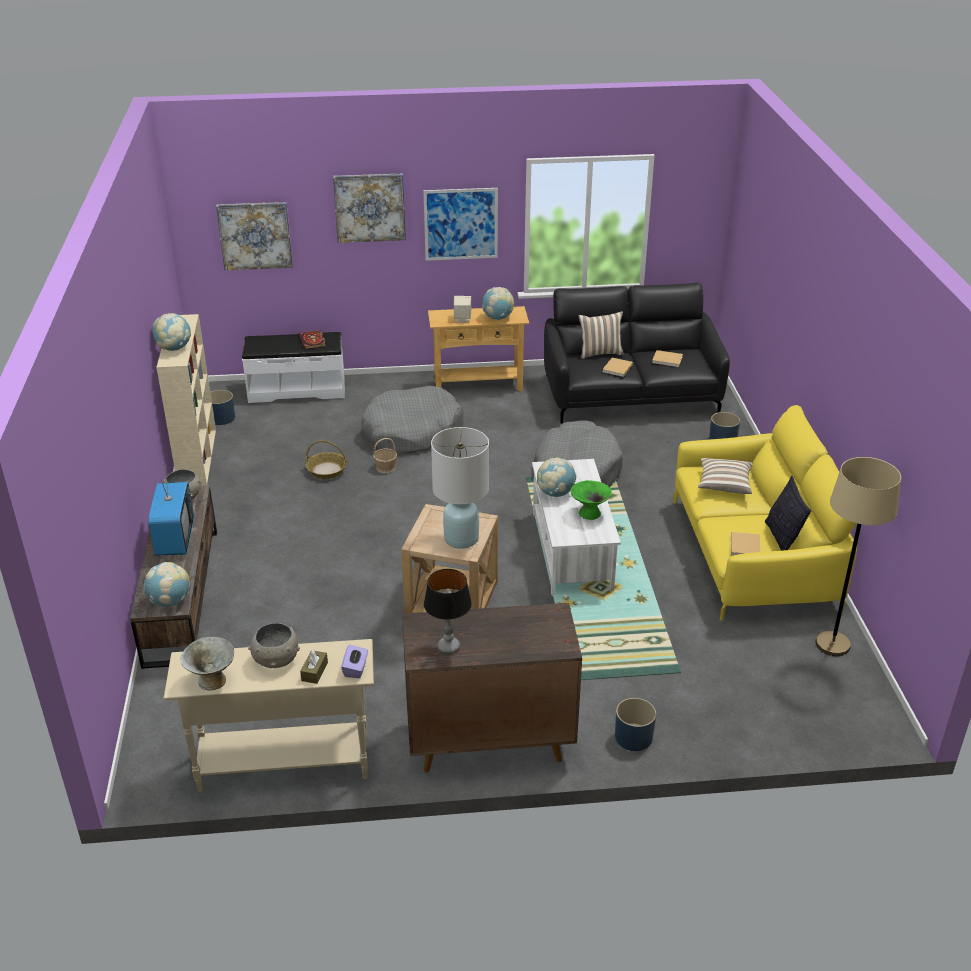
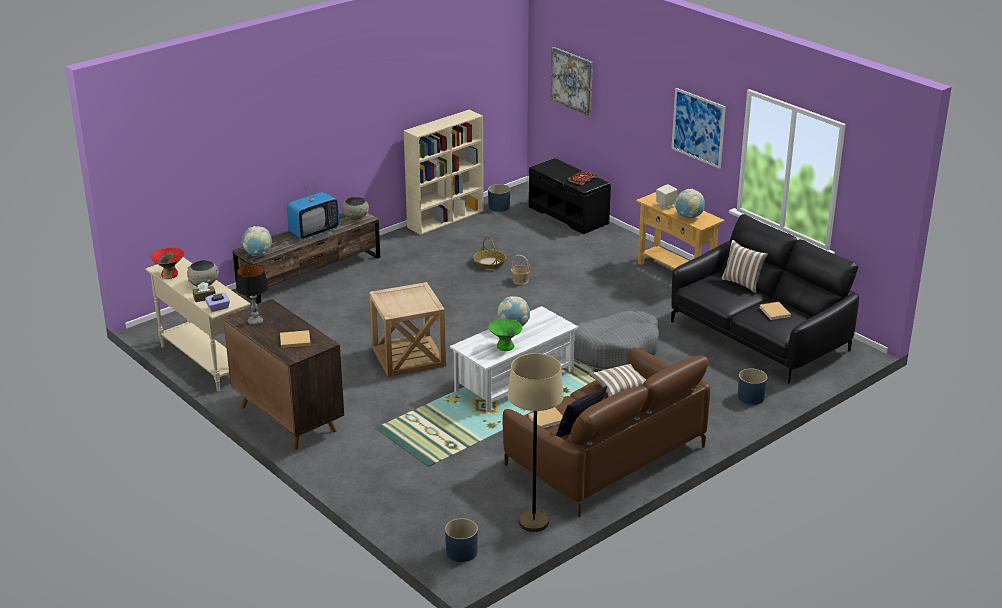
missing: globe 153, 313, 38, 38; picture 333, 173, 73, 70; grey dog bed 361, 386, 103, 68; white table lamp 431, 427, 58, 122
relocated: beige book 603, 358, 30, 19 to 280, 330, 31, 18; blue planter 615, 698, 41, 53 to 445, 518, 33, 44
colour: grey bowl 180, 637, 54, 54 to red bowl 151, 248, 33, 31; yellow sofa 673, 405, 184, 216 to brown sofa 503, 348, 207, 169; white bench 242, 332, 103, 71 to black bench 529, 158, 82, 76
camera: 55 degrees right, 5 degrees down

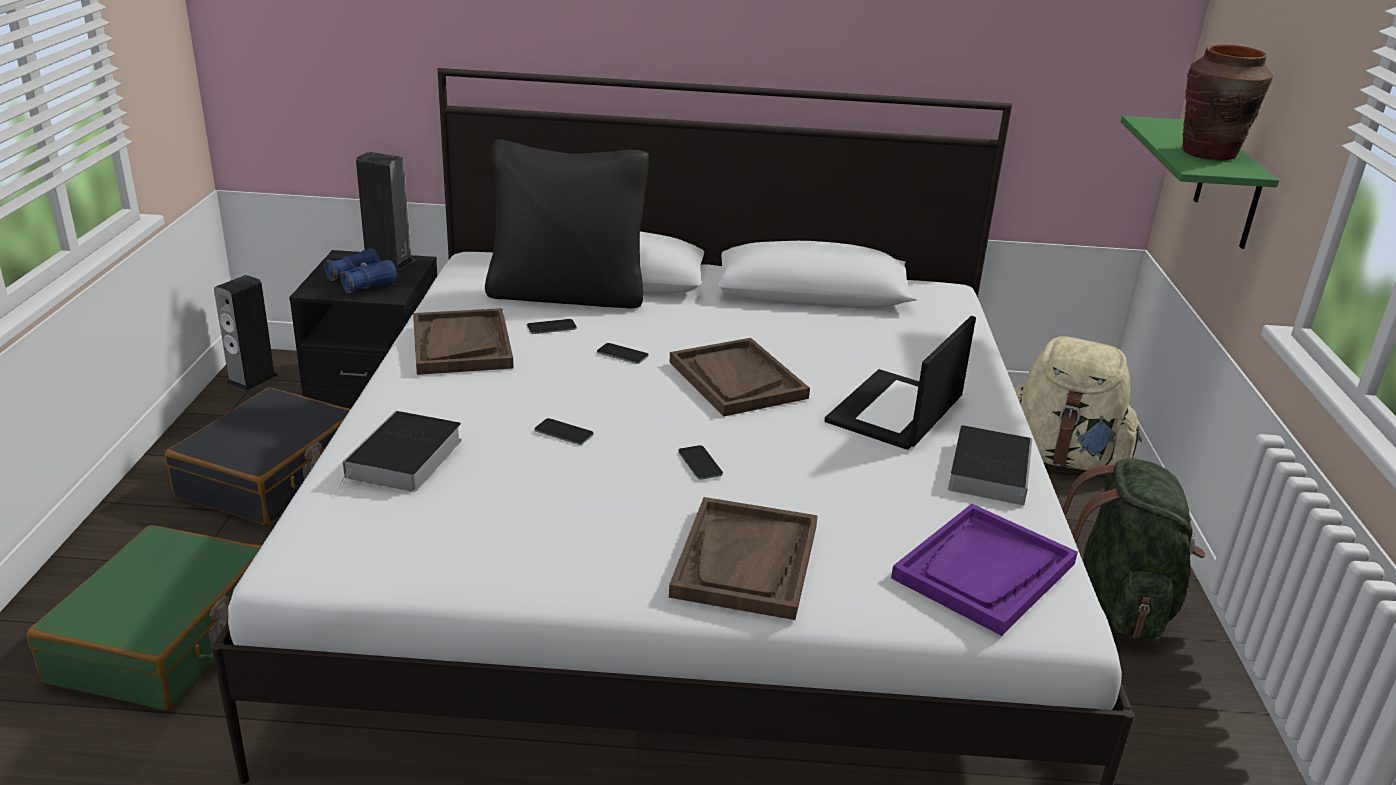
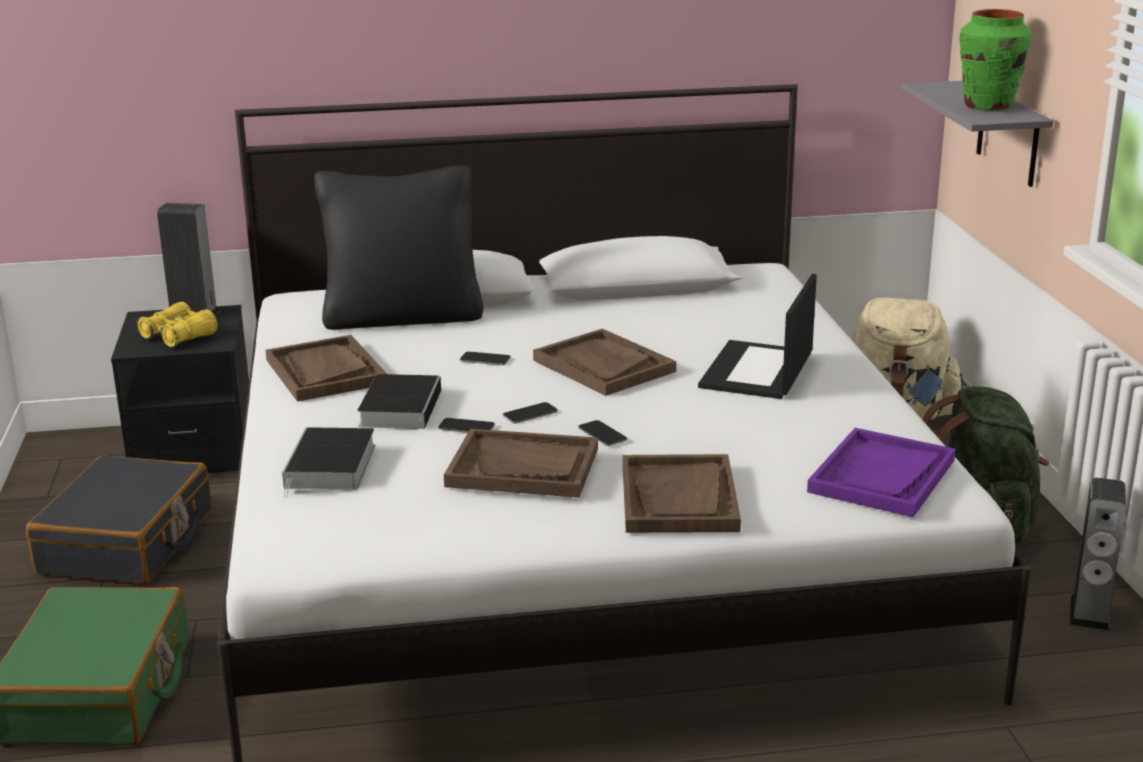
appeared: brown tray 444, 429, 154, 69
relocated: book 948, 425, 85, 80 to 357, 374, 84, 55; phone 527, 319, 50, 15 to 503, 402, 55, 21; speaker 214, 275, 64, 116 to 1070, 478, 56, 153
colour: blue binoculars 324, 249, 73, 44 to yellow binoculars 137, 302, 81, 45; green shelf 1121, 116, 158, 133 to grey shelf 901, 81, 152, 106; brown vase 1182, 45, 91, 116 to green vase 959, 9, 73, 102
camera: 10 degrees left, 5 degrees down

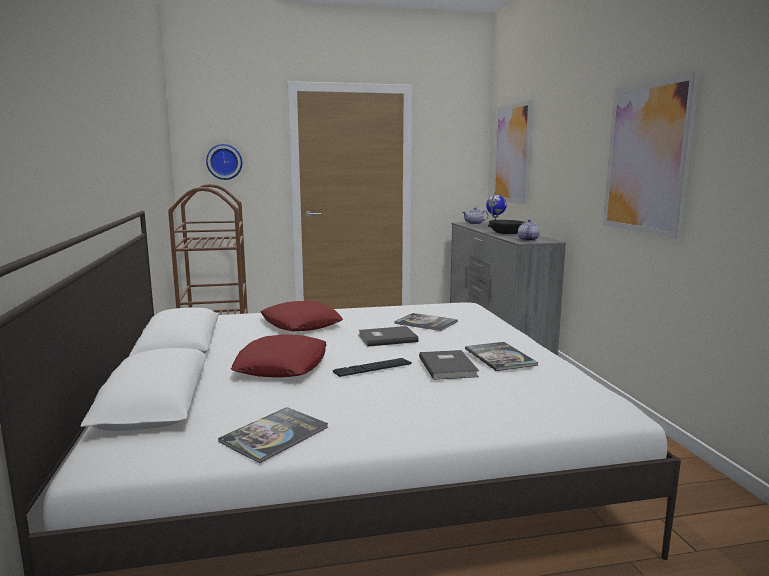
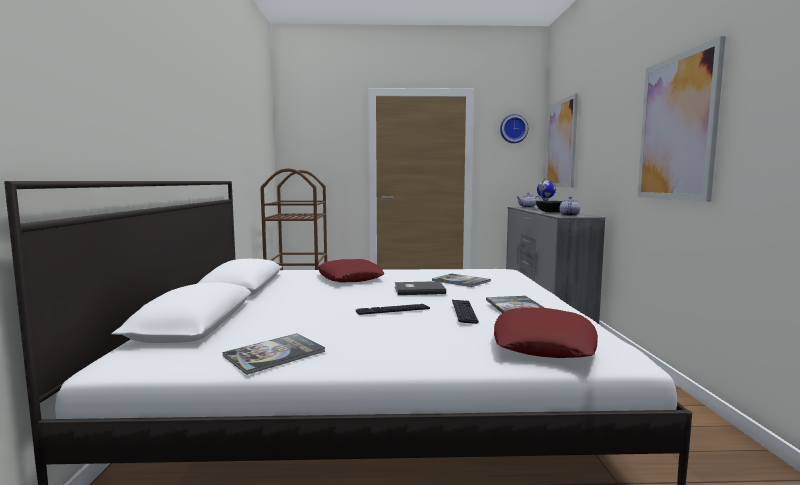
relocated: red pillow 231, 334, 95, 44 to 494, 308, 104, 50; wall clock 206, 144, 36, 36 to 500, 114, 28, 29
exchanged: grey book 419, 350, 60, 30 to keyboard 452, 300, 27, 24
camera: 10 degrees right, 5 degrees down

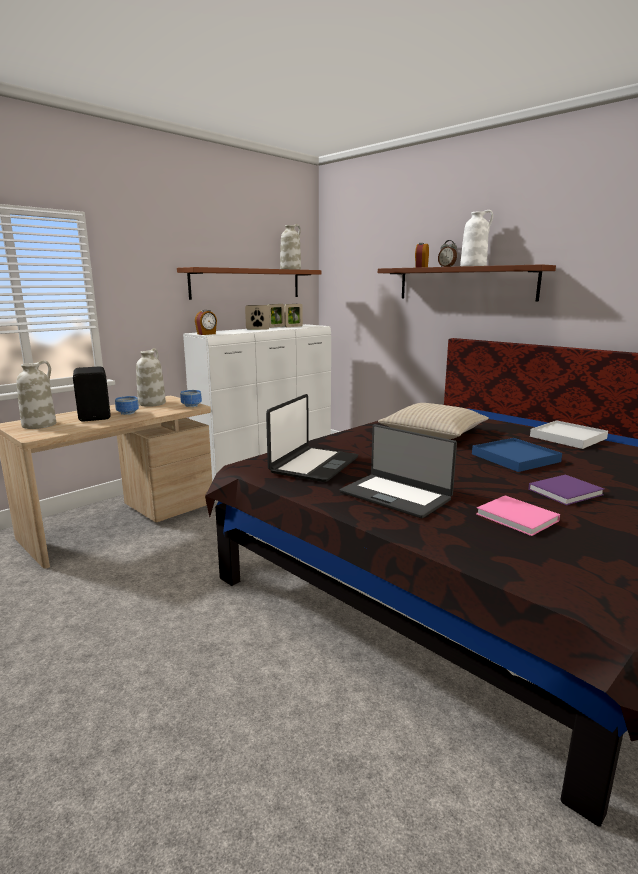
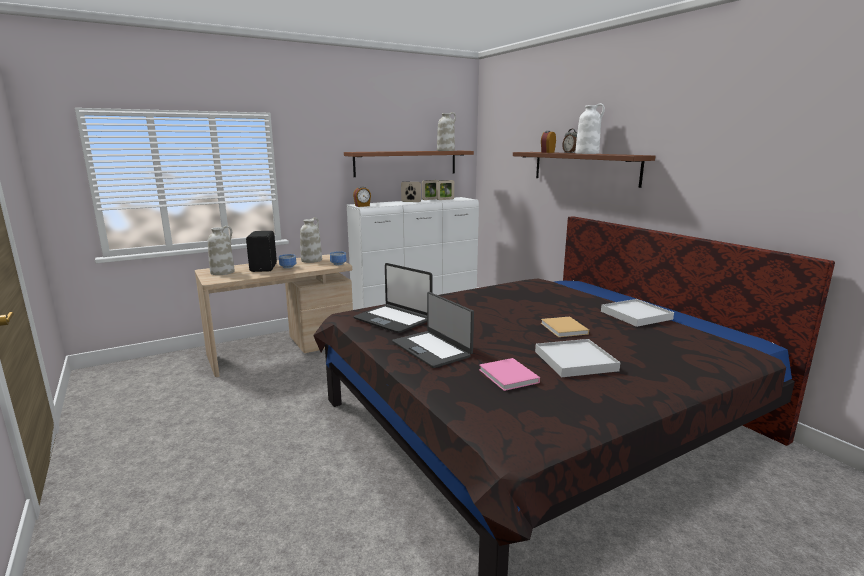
missing: beige pillow 378, 403, 111, 36
exchanged: purple book 528, 474, 76, 31 to white tray 535, 339, 85, 38; blue tray 472, 438, 90, 34 to beige book 541, 317, 48, 20
spun: laptop 266, 394, 92, 88 = 353, 263, 79, 70 90 degrees clockwise
camera: 15 degrees right, 0 degrees up

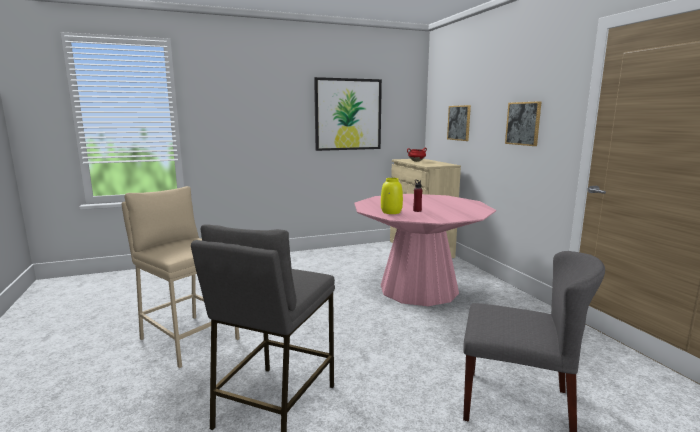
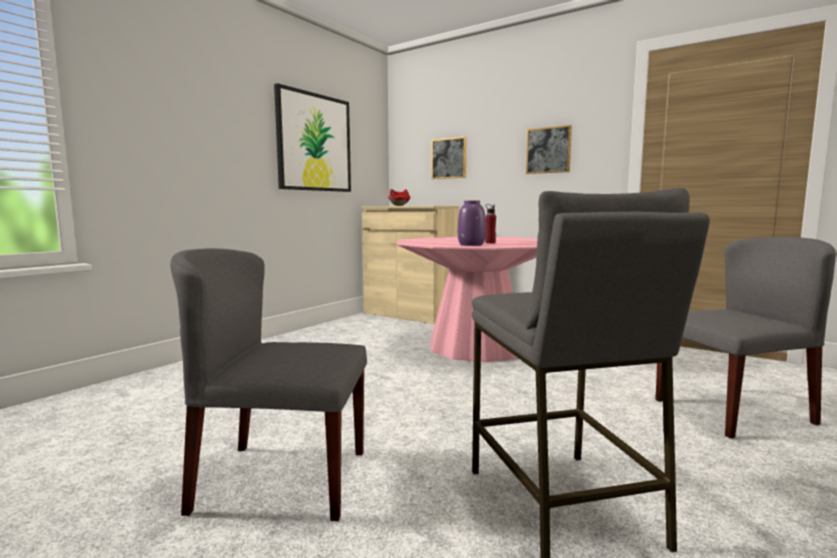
exchanged: beige stool 122, 186, 117, 182 to grey chair 170, 248, 197, 273
colour: yellow vase 381, 178, 22, 36 to purple vase 458, 201, 28, 45
camera: 35 degrees left, 5 degrees down

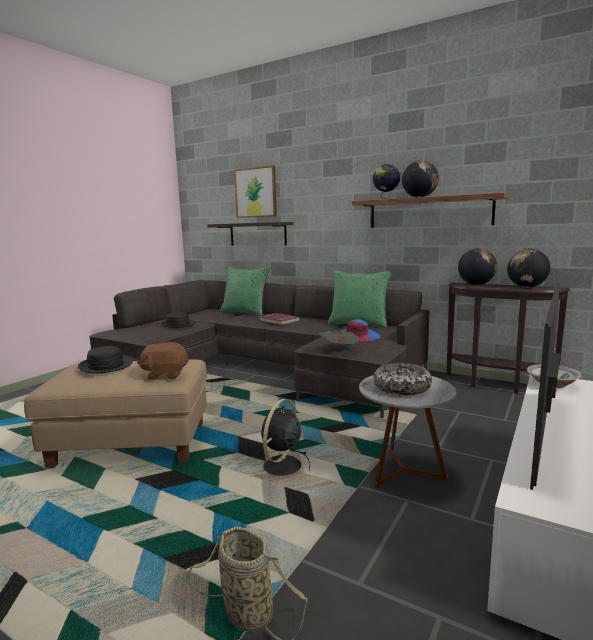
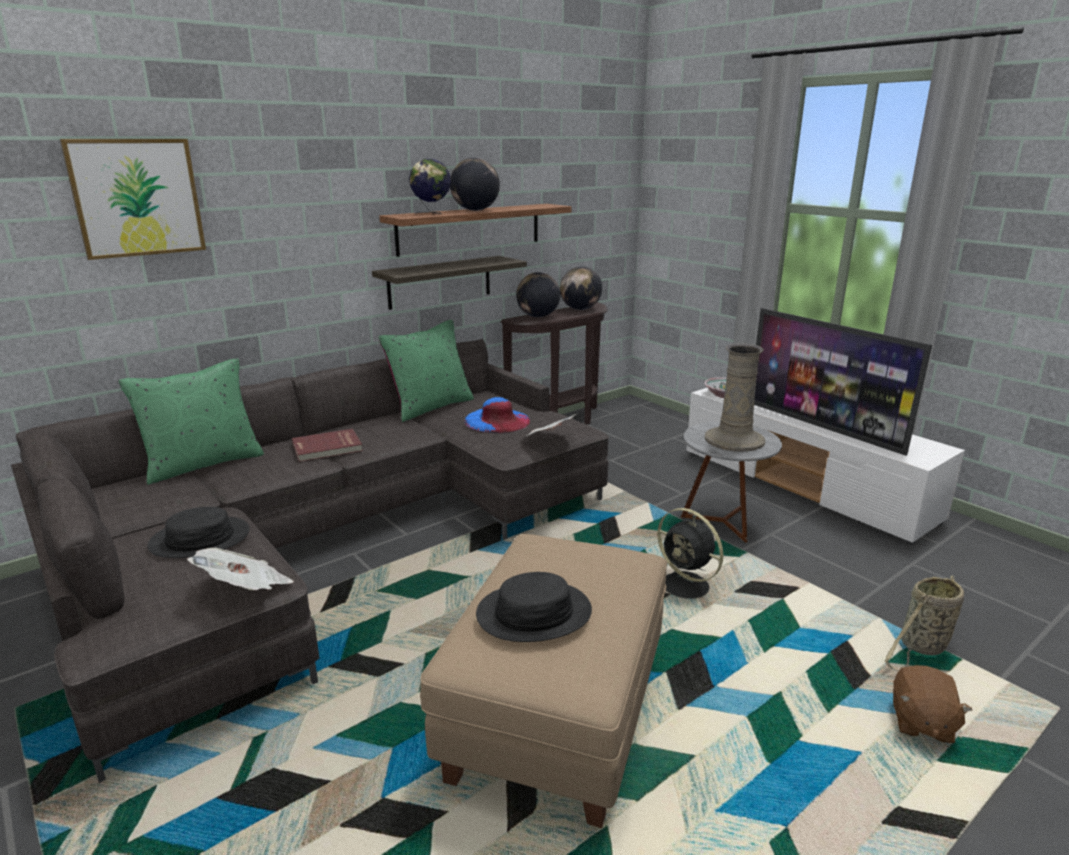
appeared: newspaper 187, 548, 107, 43
relocated: shelf 207, 222, 86, 23 to 372, 256, 155, 54; brown plush toy 137, 342, 52, 38 to 893, 665, 79, 78
exchanged: bowl 373, 363, 59, 32 to beige vase 705, 343, 61, 109
camera: 70 degrees left, 10 degrees up

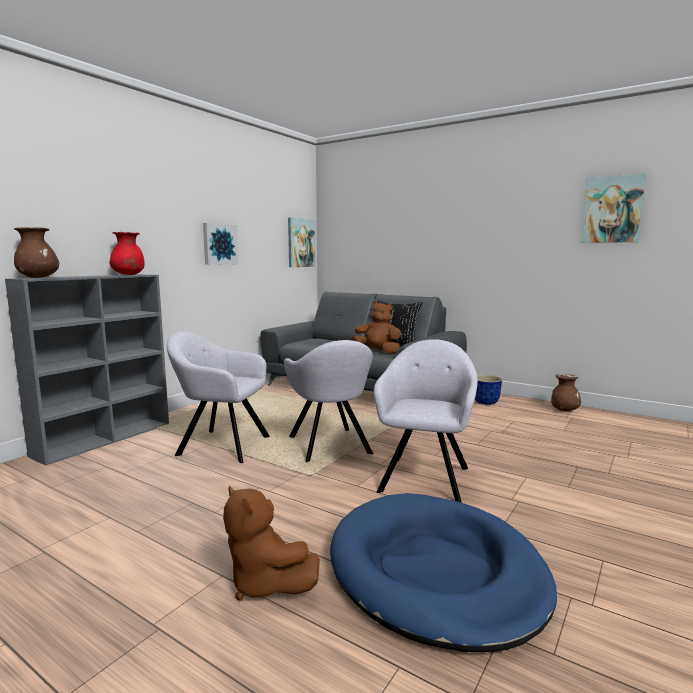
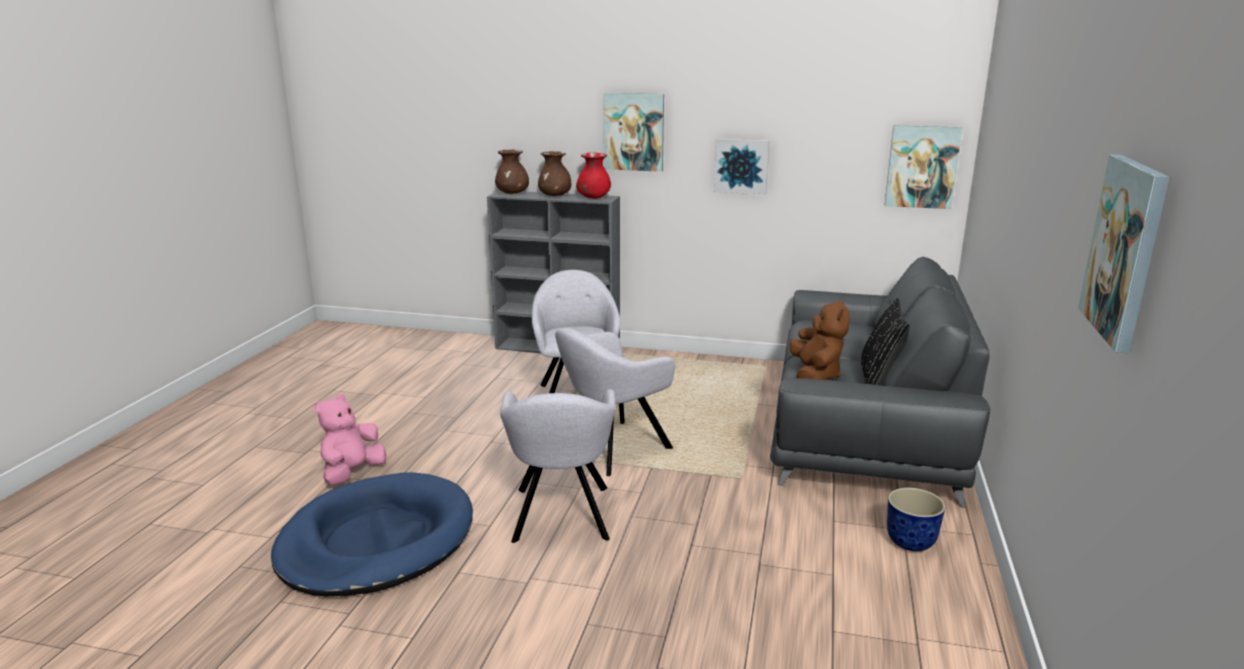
appeared: picture 604, 93, 60, 79
relocated: brown vase 551, 374, 30, 37 to 538, 151, 33, 45
colour: brown plush toy 223, 485, 97, 116 to pink plush toy 314, 394, 72, 91
spun: grey armchair 374, 339, 104, 164 = 500, 389, 115, 154 90 degrees clockwise
camera: 70 degrees right, 10 degrees up

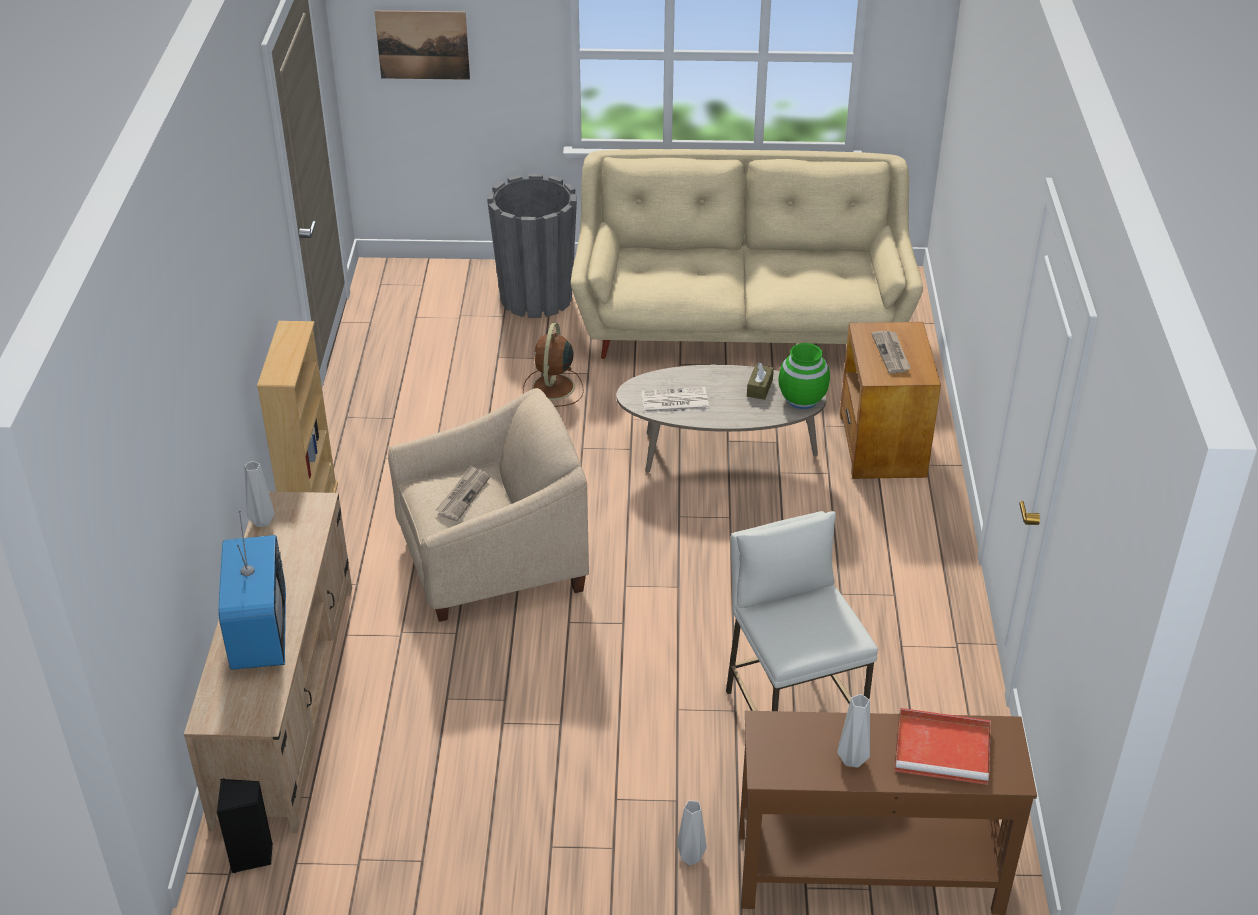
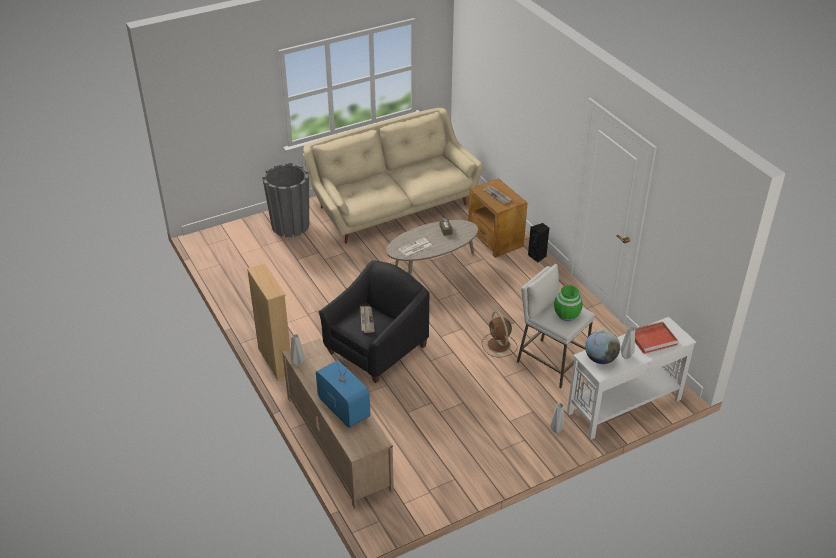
missing: picture 374, 11, 96, 69
appeared: globe 585, 330, 35, 34
relocated: brown fan 523, 323, 61, 84 to 482, 311, 36, 46; black speaker 217, 778, 56, 95 to 528, 223, 21, 40; green vase 778, 343, 52, 66 to 554, 285, 29, 36
colour: beige armchair 388, 388, 201, 234 to black armchair 319, 260, 110, 123; brown console table 739, 711, 298, 204 to white console table 567, 317, 129, 123
camera: 30 degrees left, 0 degrees up

